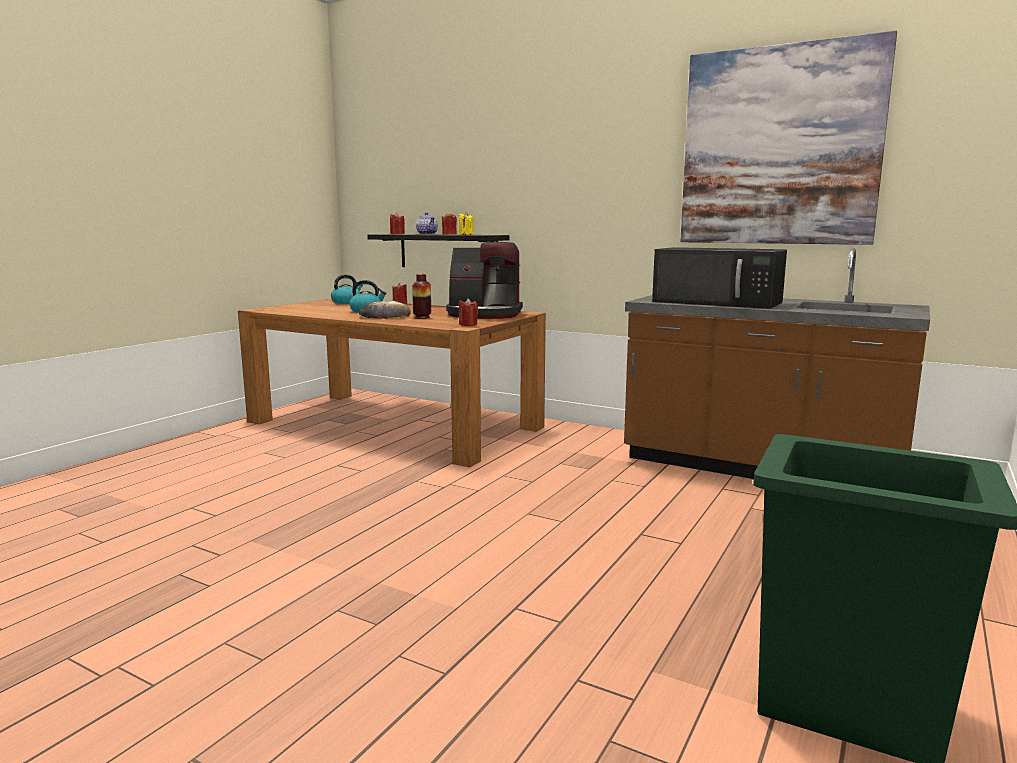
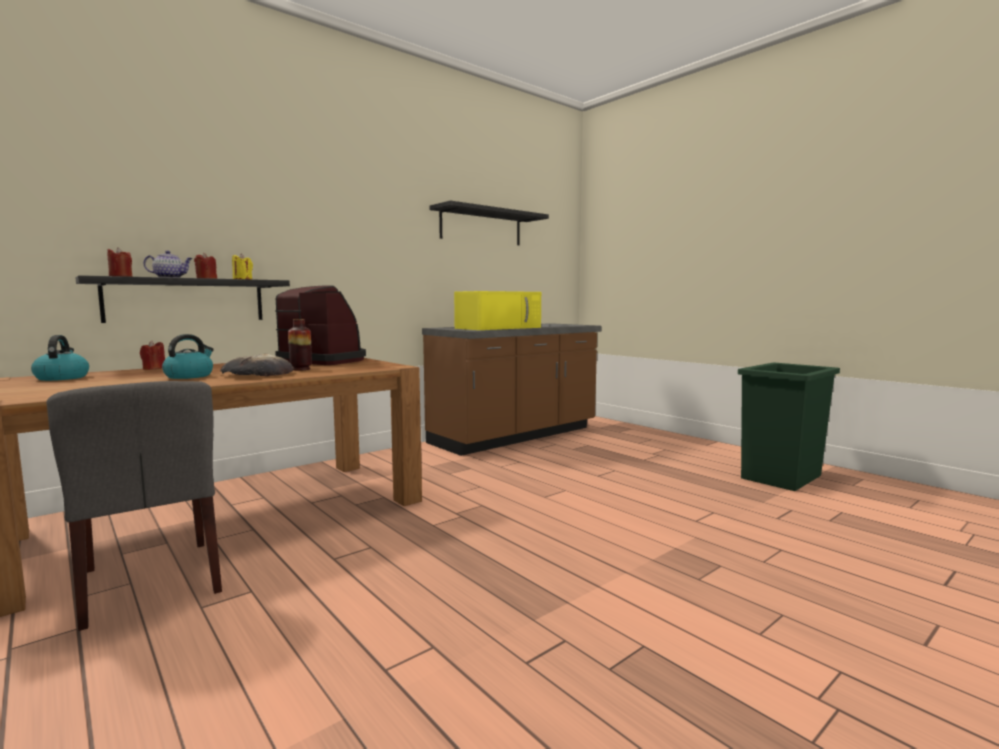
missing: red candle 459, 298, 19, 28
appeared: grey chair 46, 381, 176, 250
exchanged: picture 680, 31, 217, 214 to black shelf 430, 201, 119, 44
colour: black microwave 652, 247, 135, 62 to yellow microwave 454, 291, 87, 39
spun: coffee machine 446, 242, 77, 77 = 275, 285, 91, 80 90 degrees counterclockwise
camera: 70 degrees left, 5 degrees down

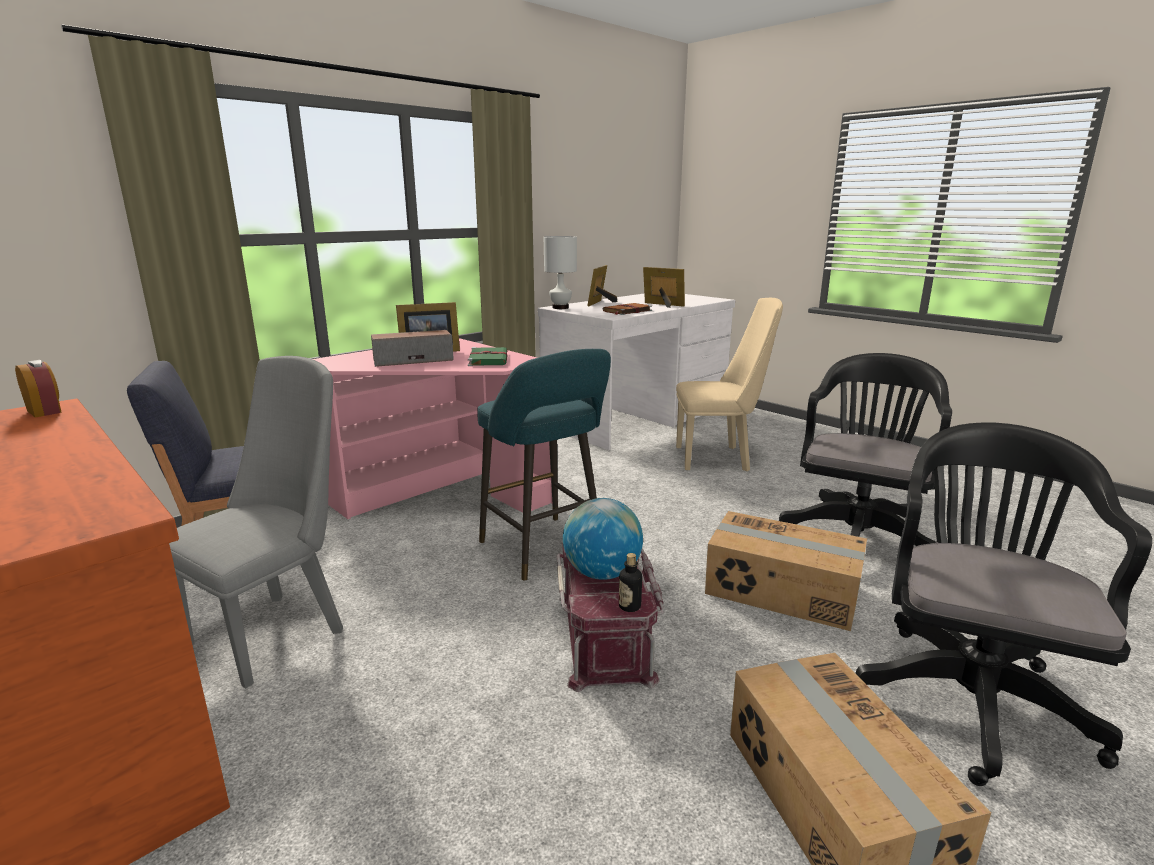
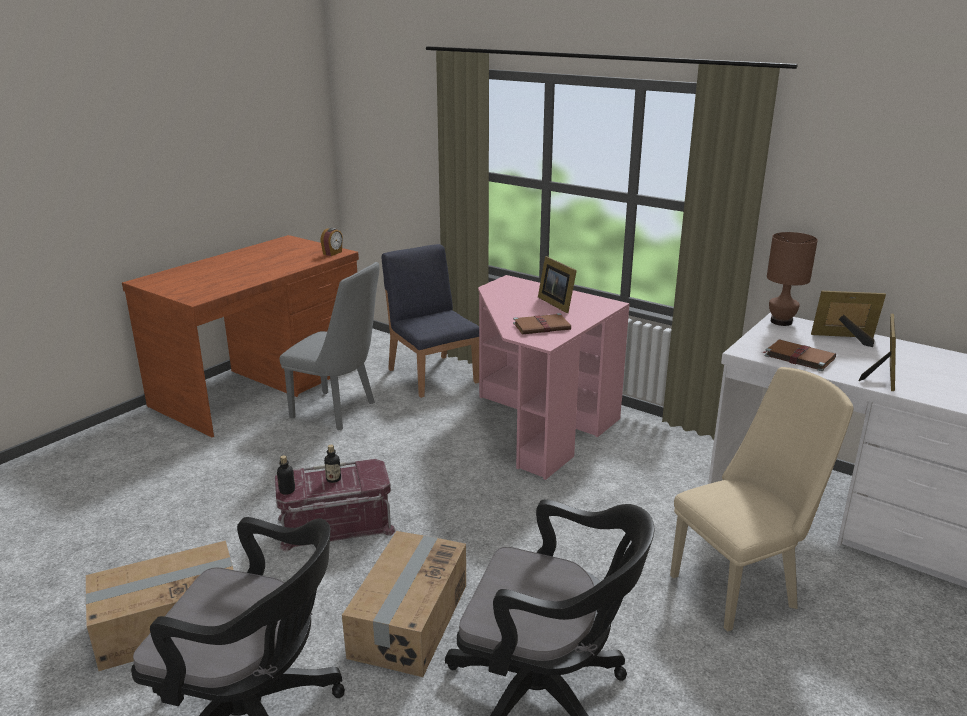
missing: speaker 371, 330, 83, 37; turquoise stool 477, 349, 134, 231
exchanged: globe 563, 498, 80, 82 to bottle 324, 445, 17, 38
colour: green book 468, 347, 40, 19 to brown book 513, 313, 58, 21; white table lamp 544, 236, 33, 73 to brown table lamp 767, 232, 51, 94
spun: beige chair 676, 298, 107, 173 = 670, 367, 183, 265 105 degrees counterclockwise
camera: 80 degrees right, 5 degrees up

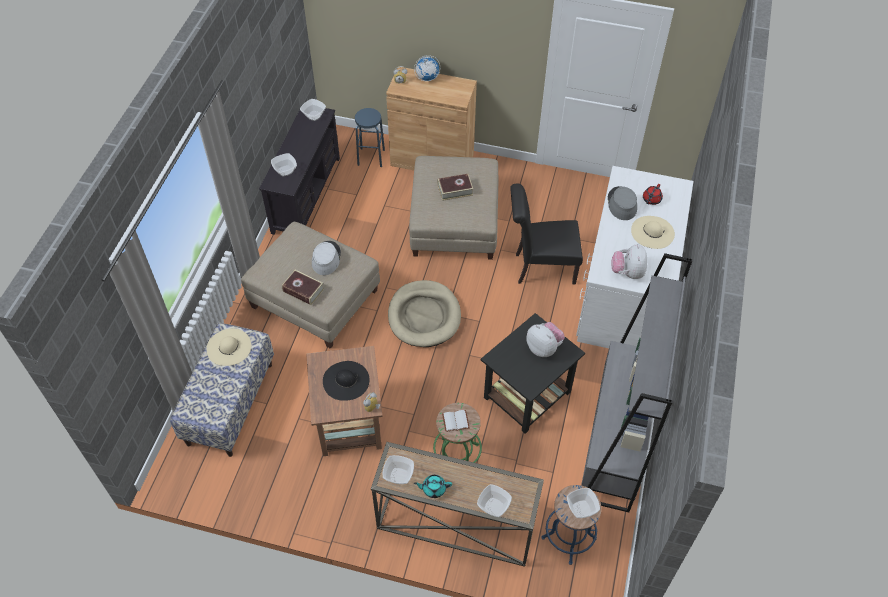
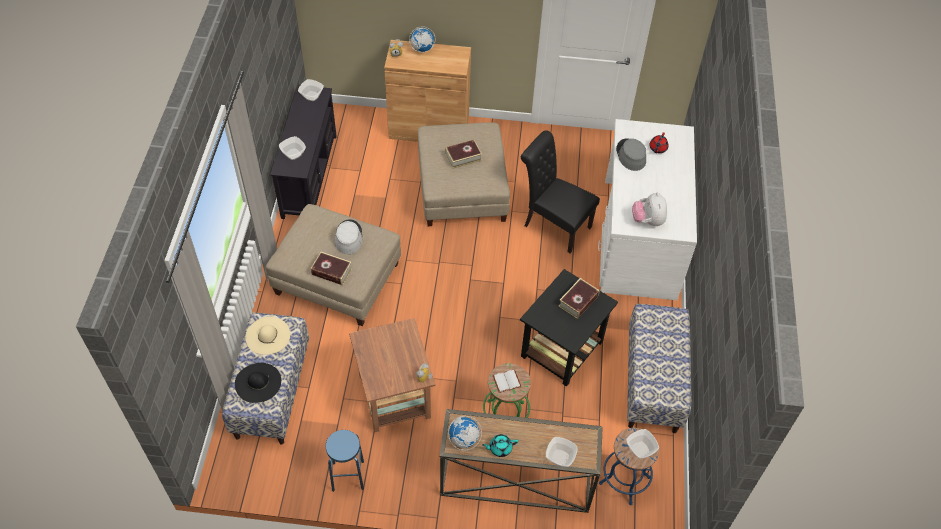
missing: beige dog bed 388, 280, 73, 67; beige hat 631, 216, 44, 33
relocated: black hat 323, 361, 47, 40 to 235, 363, 46, 40; blue stool 355, 108, 30, 59 to 325, 430, 39, 62
exchanged: bowl 382, 455, 32, 29 to globe 448, 416, 34, 34; plush toy 526, 322, 39, 35 to book 559, 278, 40, 41; grey bookcase 581, 253, 112, 259 to bench 627, 304, 65, 129
spun: black chair 510, 183, 73, 102 = 521, 130, 79, 123 45 degrees clockwise
camera: 10 degrees left, 0 degrees up

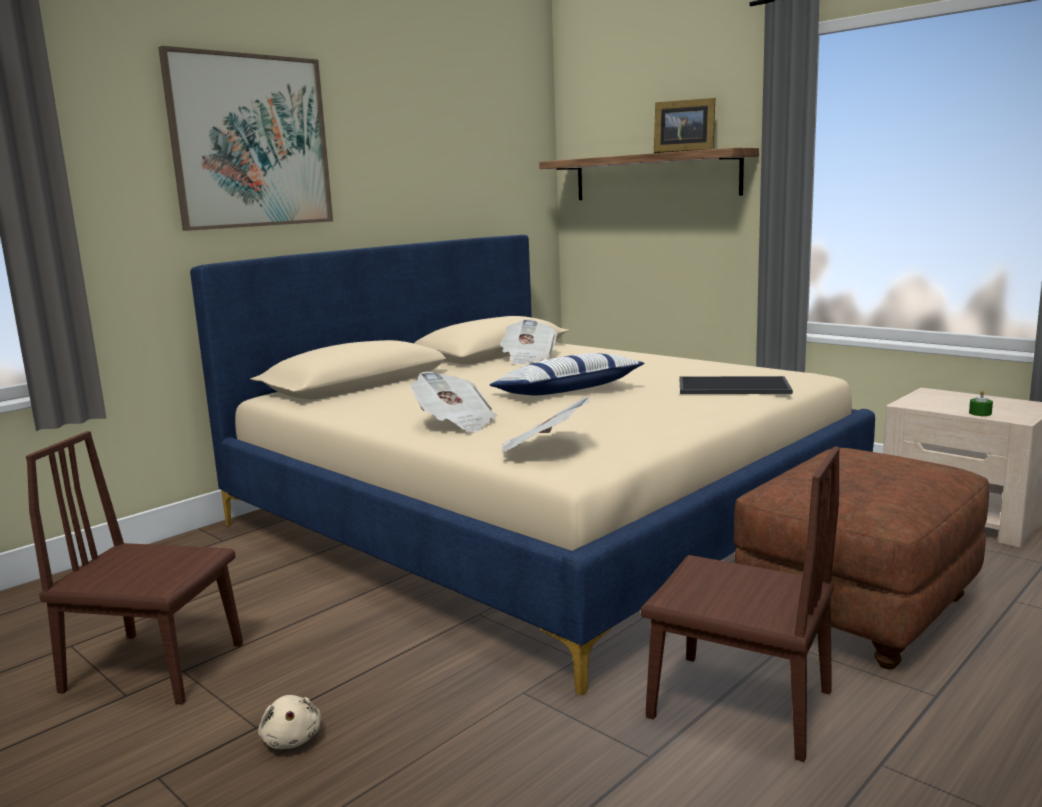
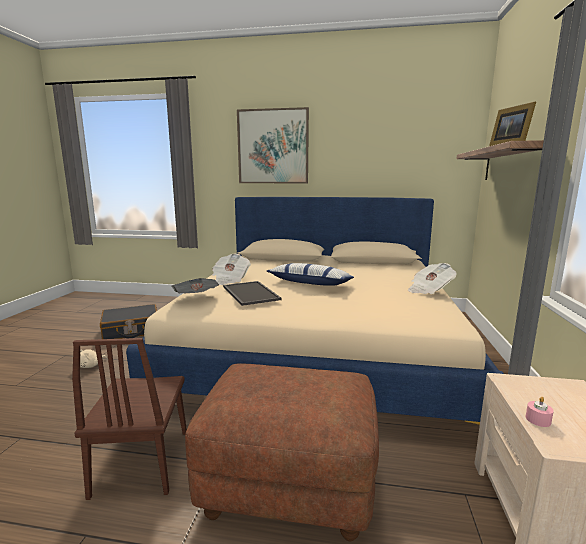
relocated: tray 680, 376, 113, 18 to 223, 281, 58, 25; newspaper 500, 319, 57, 45 to 408, 263, 49, 31
exchanged: brown chair 26, 431, 217, 273 to black suitcase 100, 304, 57, 35
colour: green candle 969, 390, 24, 26 to pink candle 526, 397, 28, 30
camera: 55 degrees right, 0 degrees up

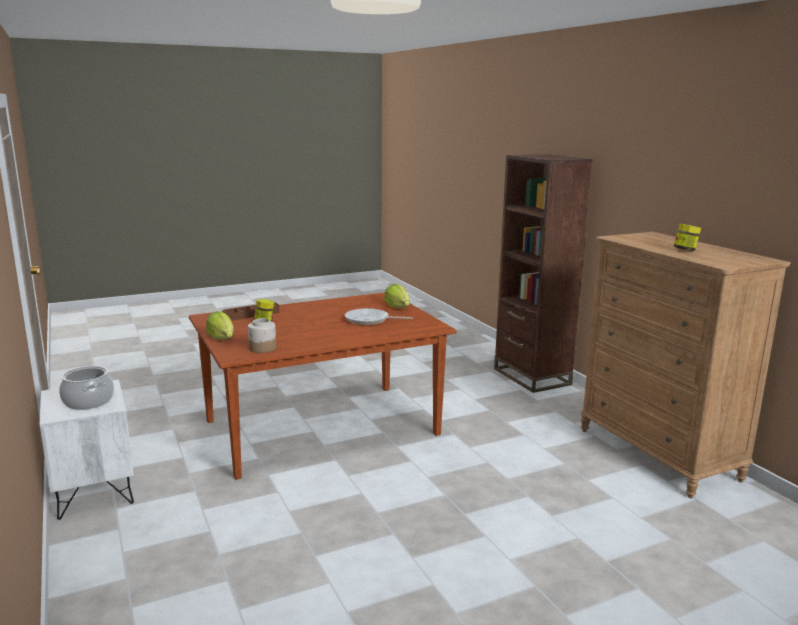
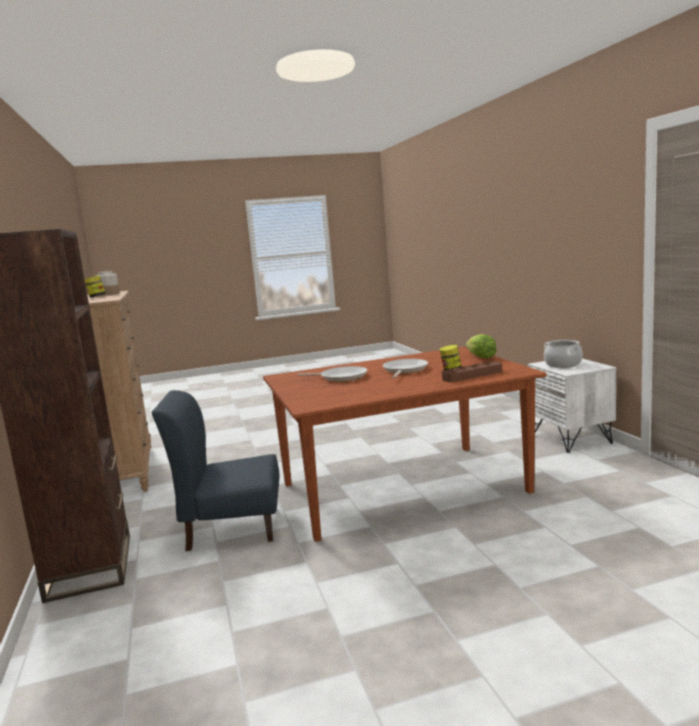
missing: lettuce 384, 284, 26, 24
appeared: blue chair 152, 390, 127, 161; frying pan 383, 359, 45, 19
relocated: jar 248, 318, 28, 35 to 96, 271, 23, 25
camera: 170 degrees left, 5 degrees down

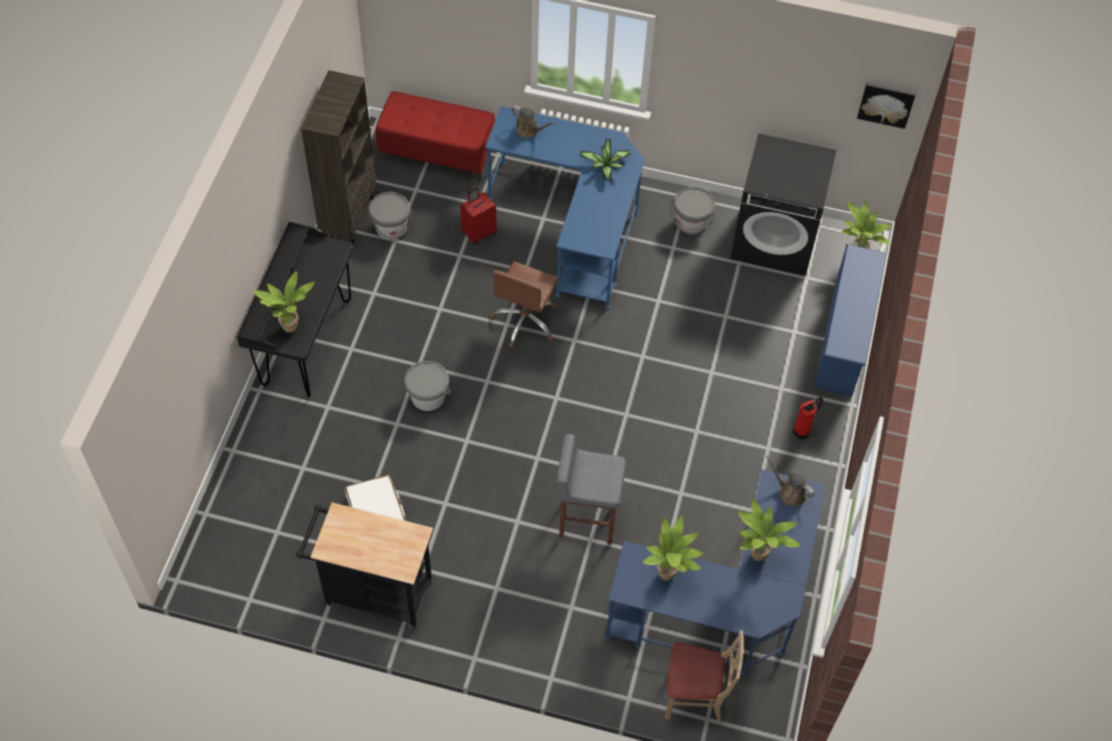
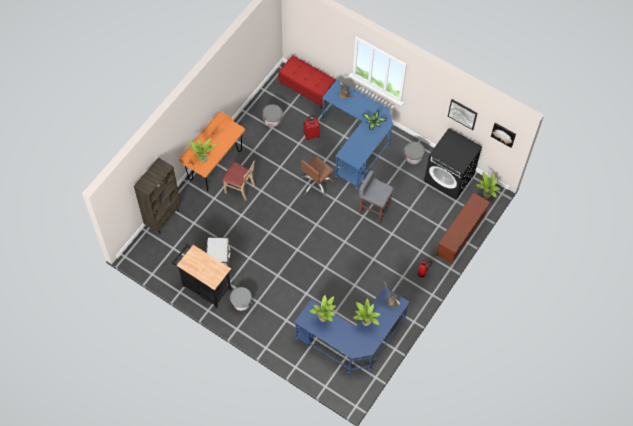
appeared: picture 448, 99, 30, 31
relocated: brown bookcase 301, 70, 75, 176 to 134, 157, 47, 77; beige chair 665, 630, 78, 93 to 222, 160, 33, 41; grey bucket 404, 361, 47, 50 to 230, 287, 22, 24; grey stool 556, 434, 70, 111 to 359, 170, 35, 54
colour: black desk 237, 222, 117, 175 to orange desk 179, 111, 66, 80; blue shoe rack 813, 244, 73, 152 to brown shoe rack 436, 192, 54, 72
camera: 20 degrees right, 5 degrees up

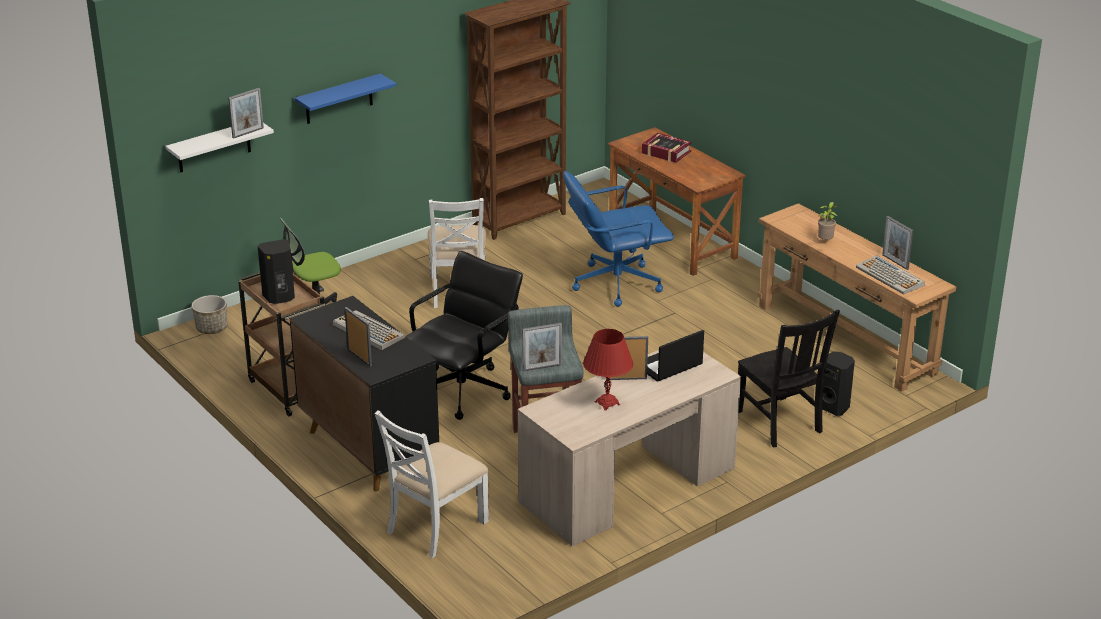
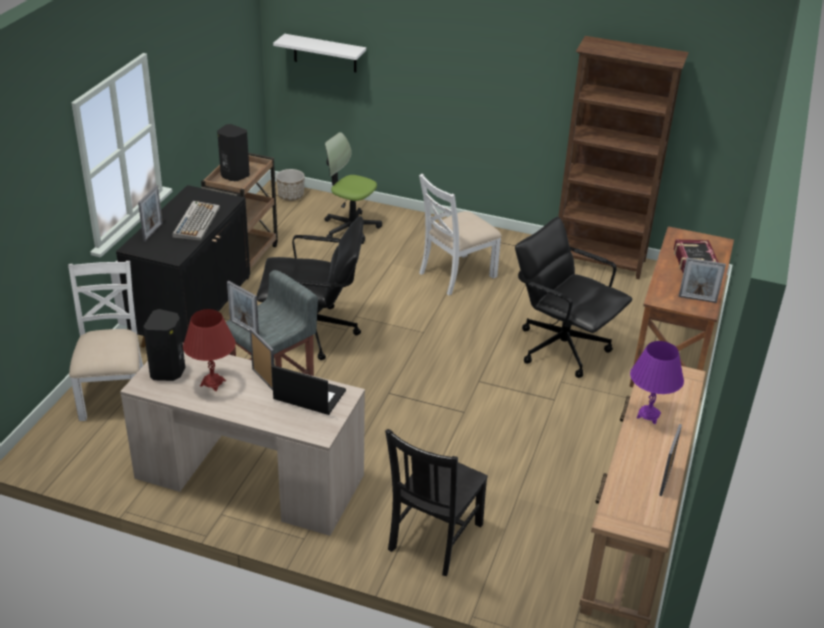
missing: blue shelf 295, 74, 101, 50; keyboard 856, 255, 69, 40
relocated: black speaker 822, 351, 33, 65 to 143, 309, 42, 72; picture frame 228, 88, 36, 51 to 679, 258, 47, 45
exchanged: potted plant 818, 202, 19, 38 to purple table lamp 630, 341, 54, 83
colour: blue office chair 563, 171, 111, 136 to black office chair 515, 217, 117, 161
spun: white chair 374, 410, 115, 148 = 68, 261, 75, 160 75 degrees clockwise
camera: 55 degrees right, 5 degrees up

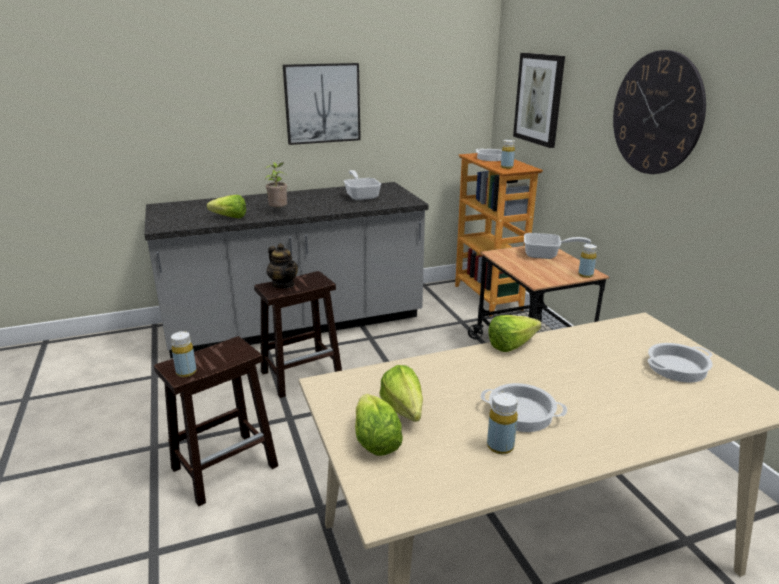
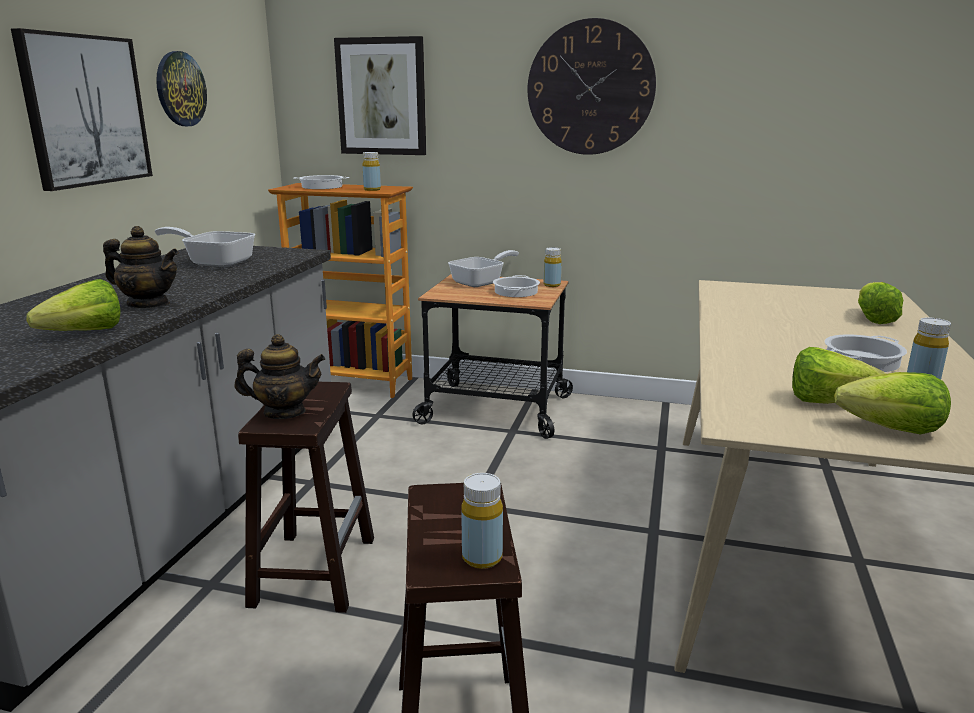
appeared: wall clock 156, 51, 51, 75
relocated: cooking pot 647, 343, 66, 40 to 493, 275, 47, 22; lettuce 488, 315, 53, 37 to 858, 282, 45, 42
exchanged: potted plant 264, 162, 23, 46 to teapot 103, 226, 76, 82
camera: 55 degrees left, 5 degrees down

